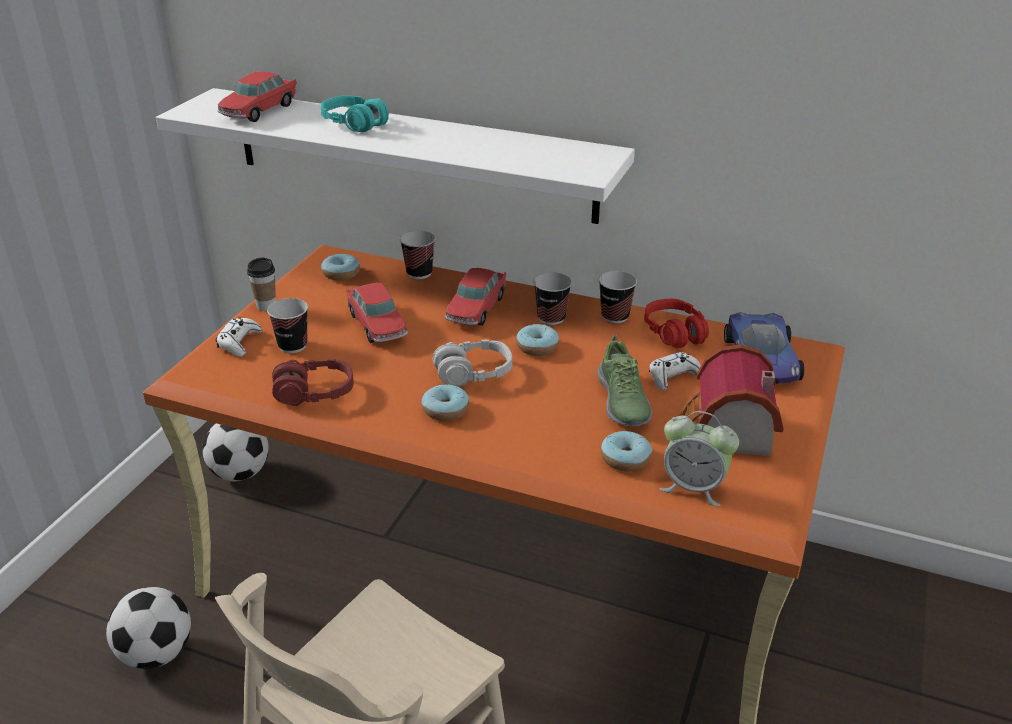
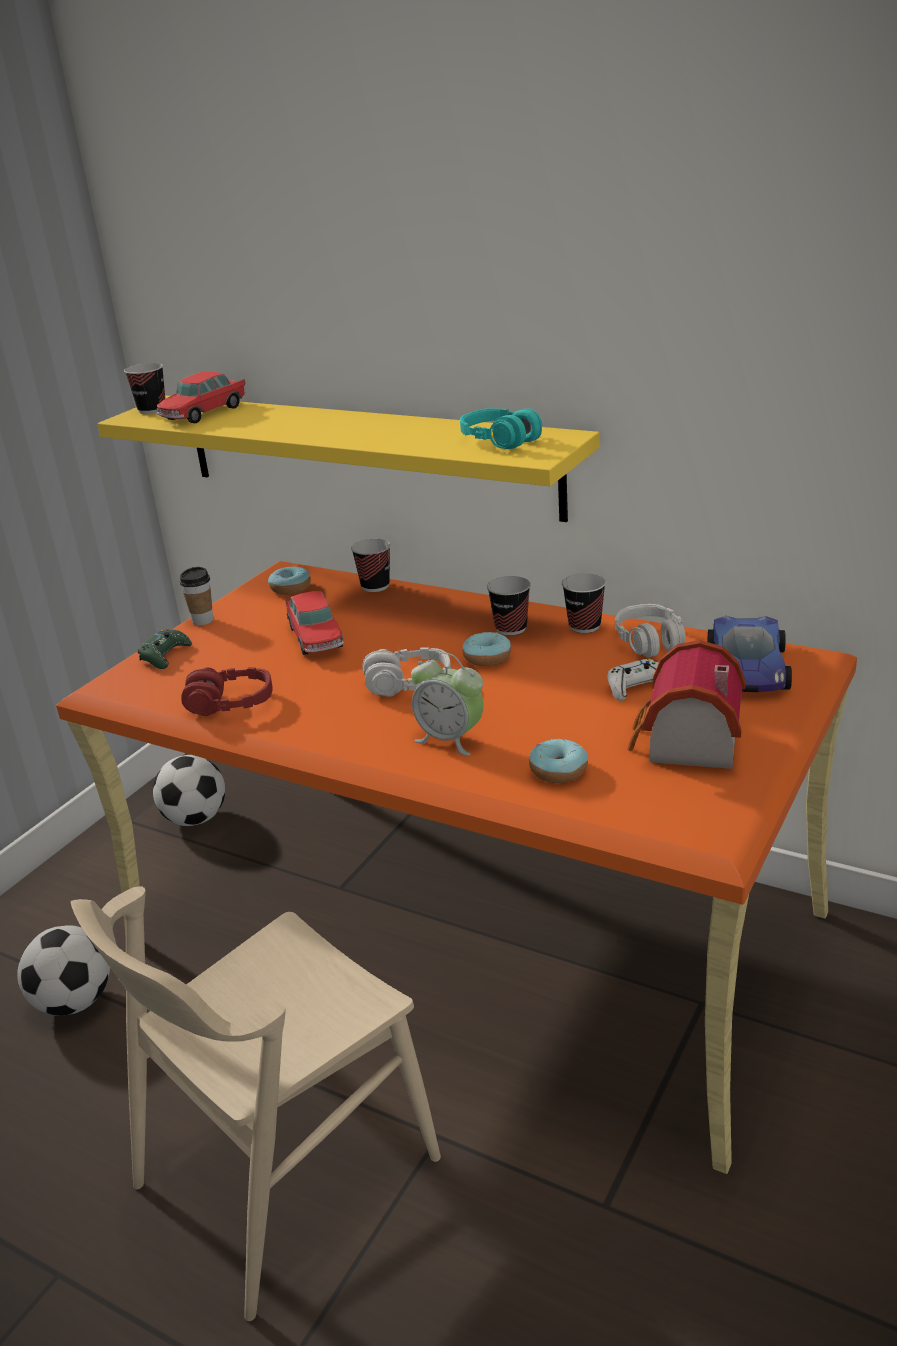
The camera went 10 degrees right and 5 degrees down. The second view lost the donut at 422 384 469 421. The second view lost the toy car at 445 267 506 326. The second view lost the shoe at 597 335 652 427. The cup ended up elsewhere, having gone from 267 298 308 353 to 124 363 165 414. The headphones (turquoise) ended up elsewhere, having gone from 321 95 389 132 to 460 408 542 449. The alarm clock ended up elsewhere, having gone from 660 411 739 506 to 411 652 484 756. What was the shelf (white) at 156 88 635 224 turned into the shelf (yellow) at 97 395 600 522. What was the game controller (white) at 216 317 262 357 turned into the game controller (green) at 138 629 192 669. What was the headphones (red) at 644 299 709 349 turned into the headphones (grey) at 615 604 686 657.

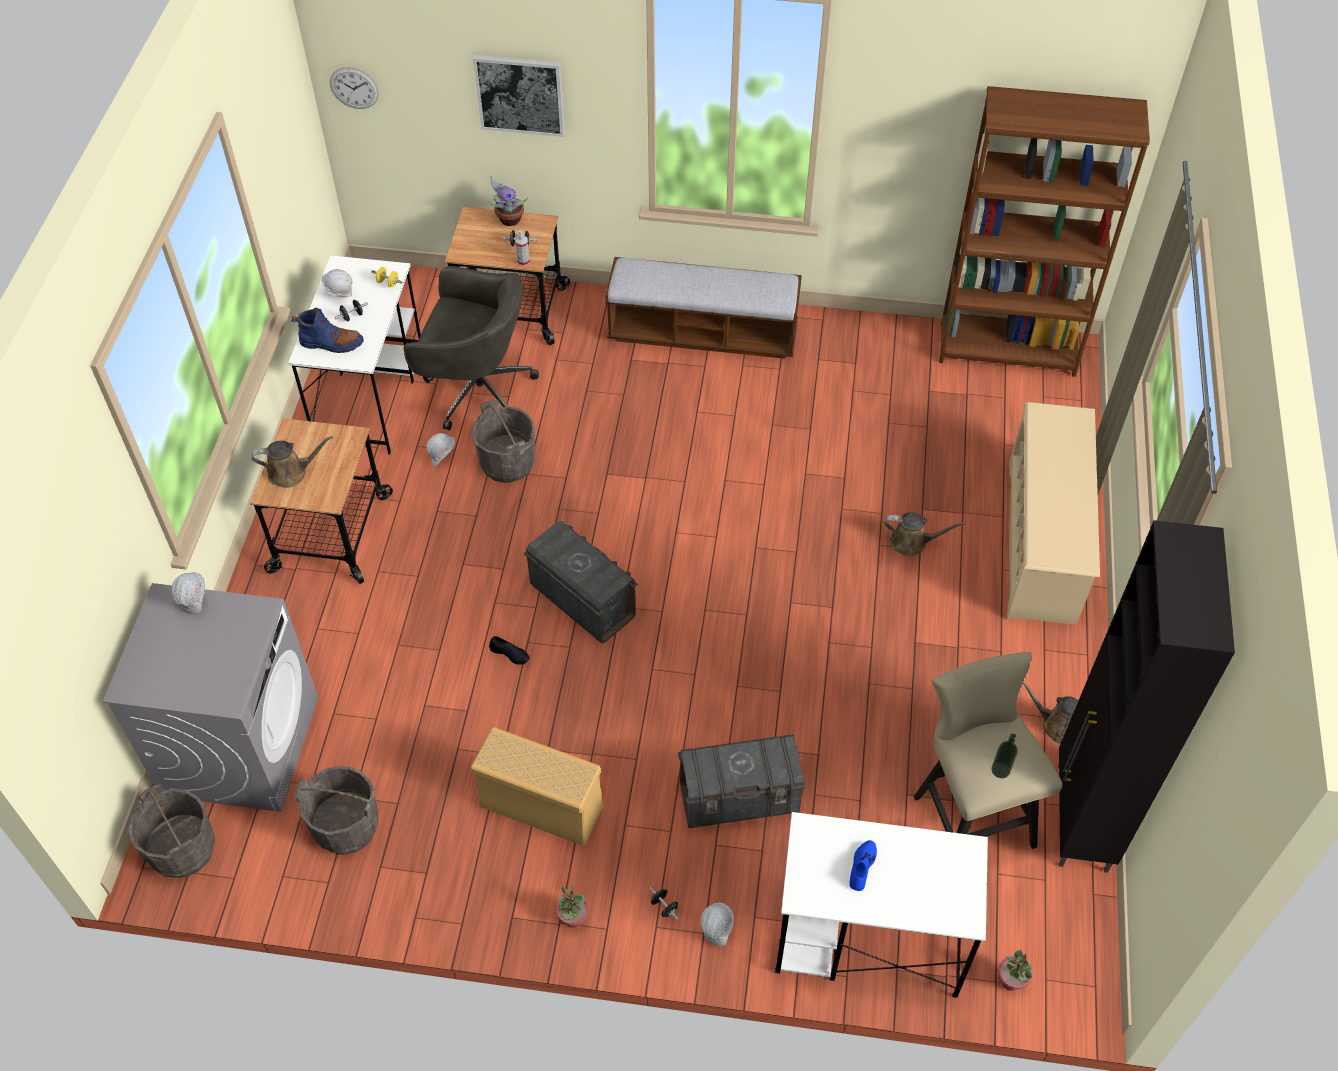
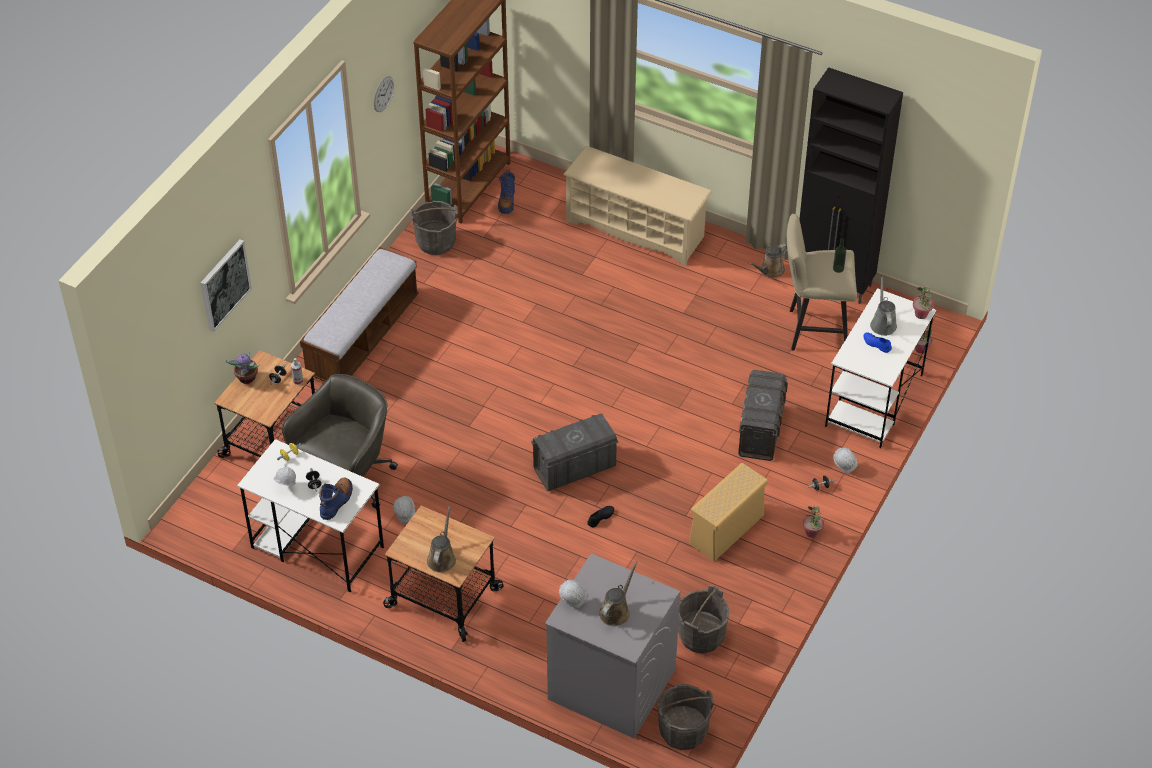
The camera went 70 degrees left and 5 degrees down. The second view gained the boot (blue) at 498 169 515 214. The second view gained the watering can (grey) at 870 275 897 336. The second view gained the potted plant at 913 287 933 319. The wall clock ended up elsewhere, having gone from 330 67 379 109 to 374 76 394 112. The bucket (grey) ended up elsewhere, having gone from 471 399 536 483 to 411 201 457 255. The watering can (brown) ended up elsewhere, having gone from 884 512 965 557 to 599 561 638 626.

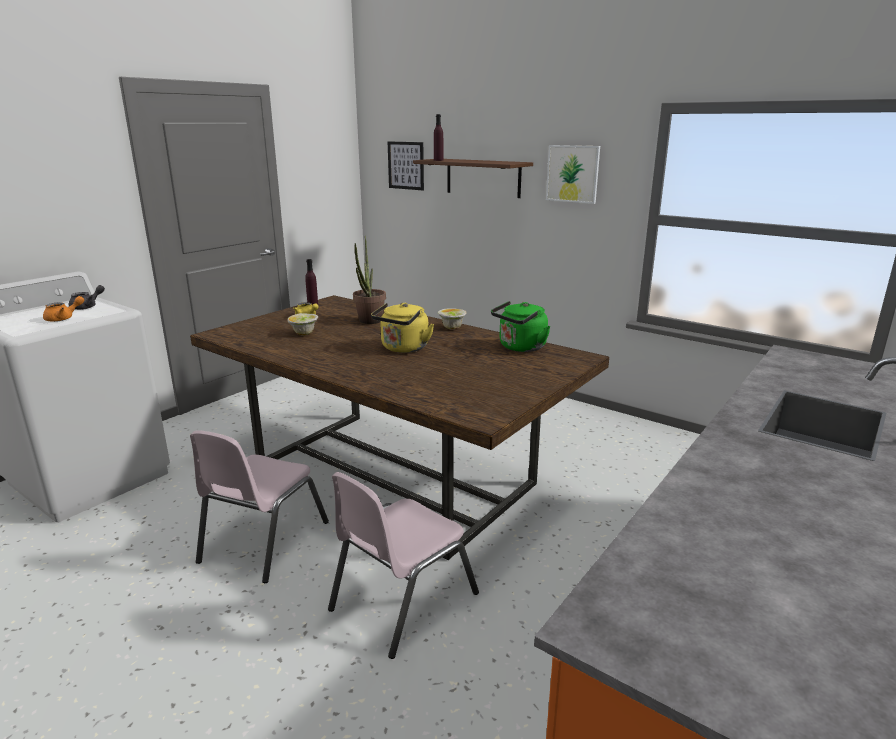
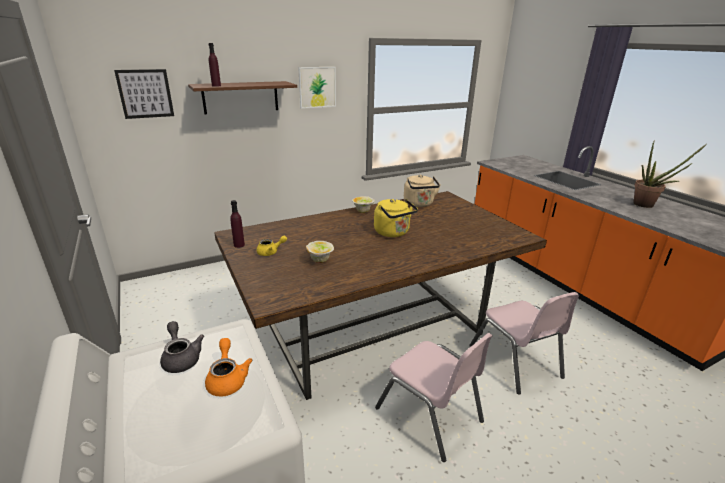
The camera went 65 degrees left and 5 degrees up. The potted plant ended up elsewhere, having gone from 353 236 386 324 to 633 140 706 208. What was the kettle (green) at 491 301 551 352 turned into the kettle (beige) at 404 175 441 207.

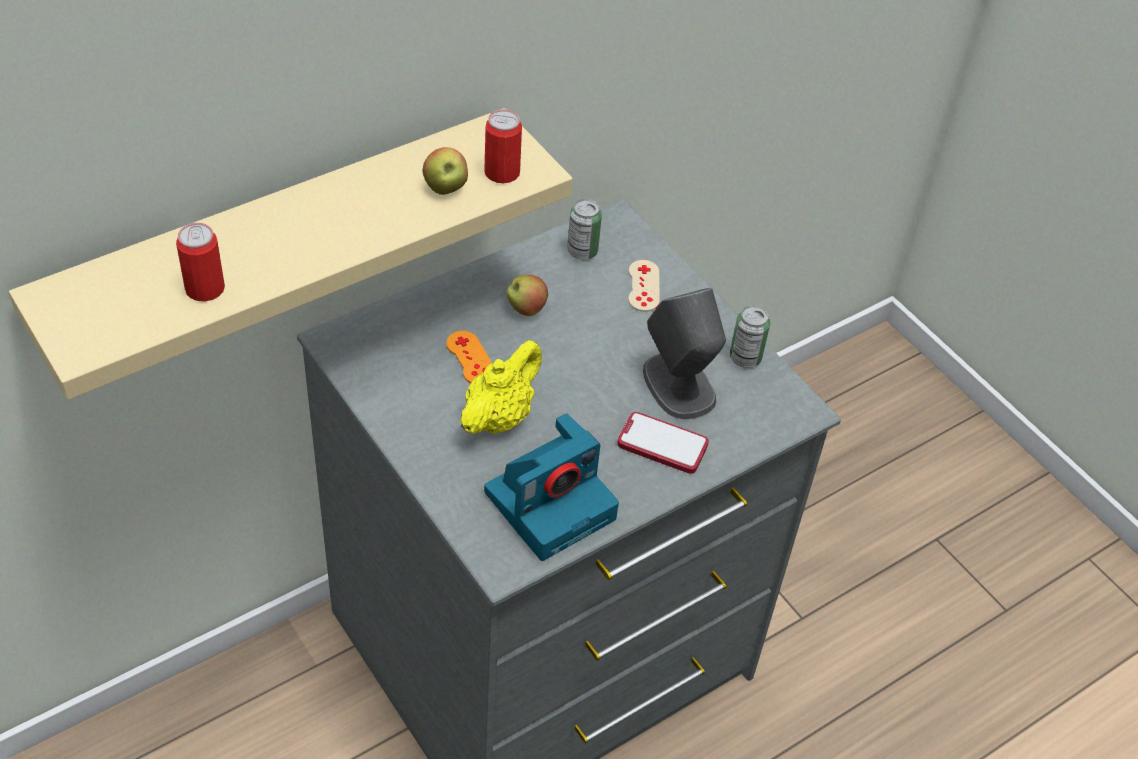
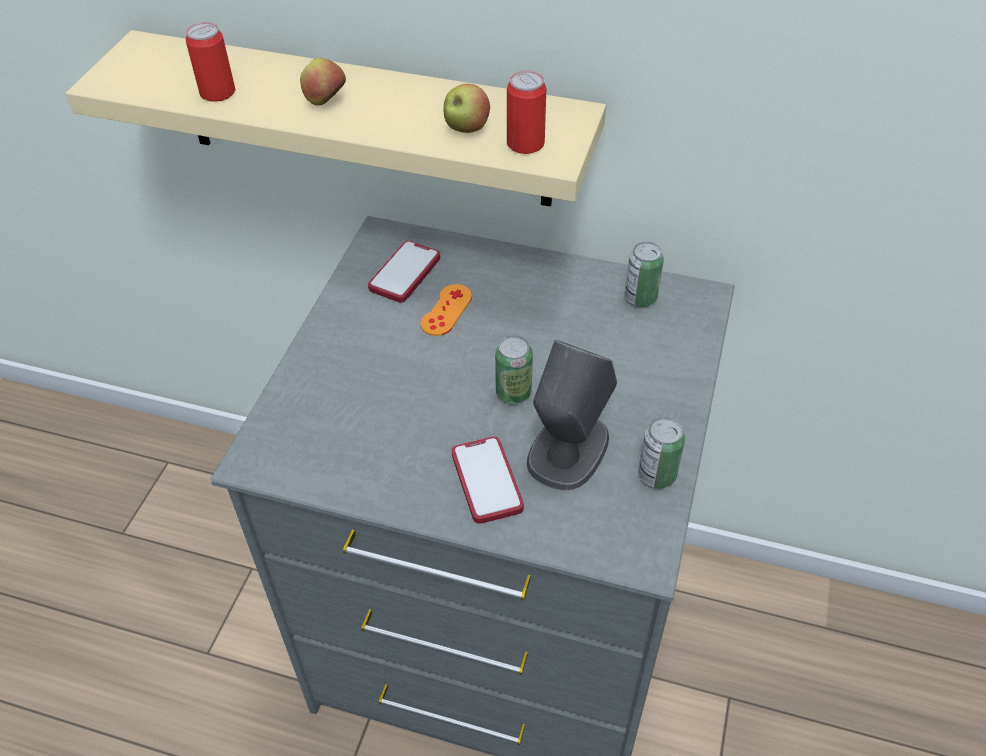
The camera went 55 degrees right and 0 degrees up. The second view lost the teapot (yellow) at 461 340 542 434. The second view lost the photo camera at 484 413 619 561. The second view lost the game controller (beige) at 628 260 660 312. The second view gained the phone at 368 241 440 303. The second view gained the can at 495 335 533 404. The apple ended up elsewhere, having gone from 506 275 548 316 to 300 58 346 106.

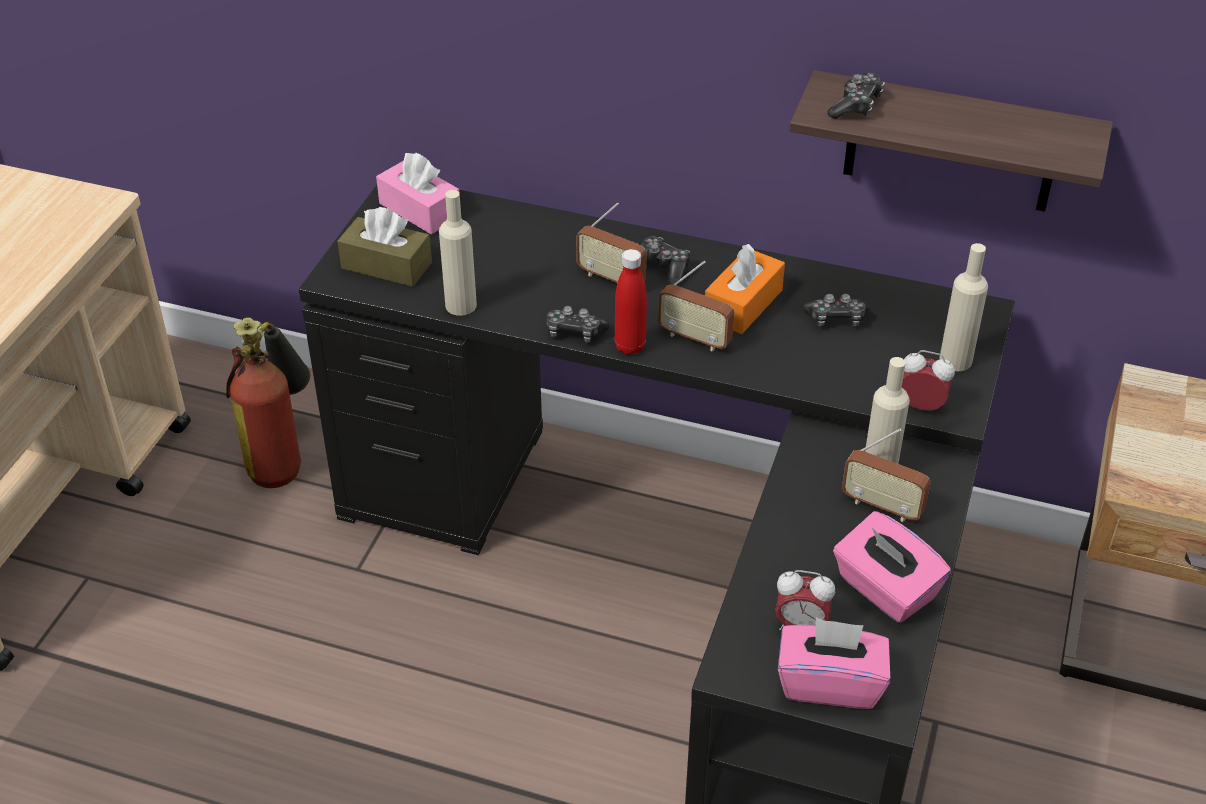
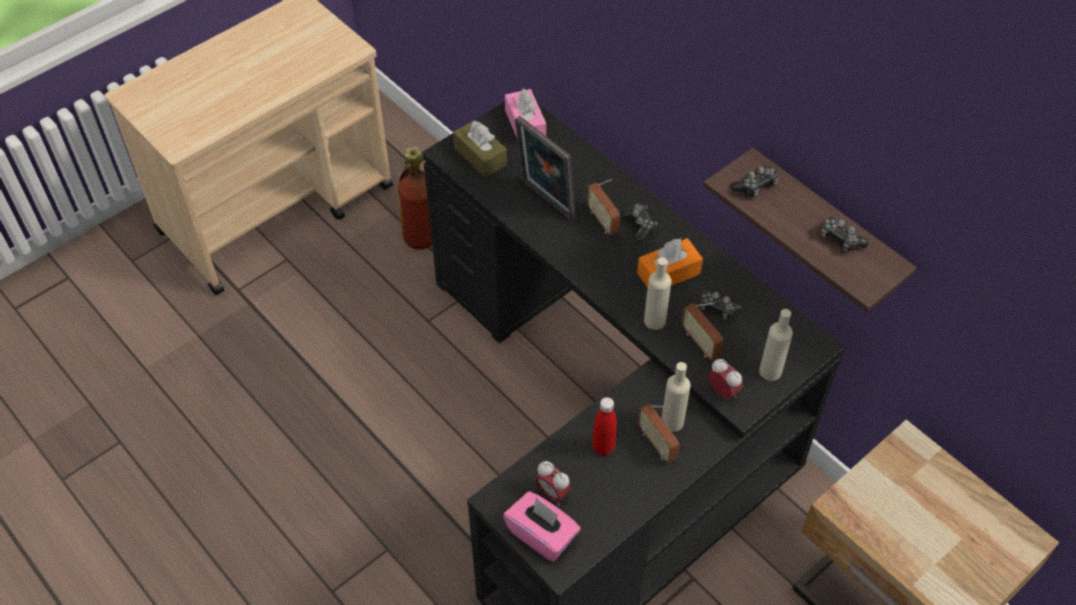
The camera went 30 degrees right and 10 degrees up. The second view lost the tissue box (pink) at 833 511 951 623. The second view gained the picture frame at 515 116 575 220. The bottle (beige) ended up elsewhere, having gone from 439 190 477 316 to 644 257 671 330. The game controller ended up elsewhere, having gone from 546 306 610 343 to 821 217 869 252. The bottle (red) ended up elsewhere, having gone from 615 249 647 355 to 592 397 617 456. The radio ended up elsewhere, having gone from 658 261 734 351 to 682 303 723 360.

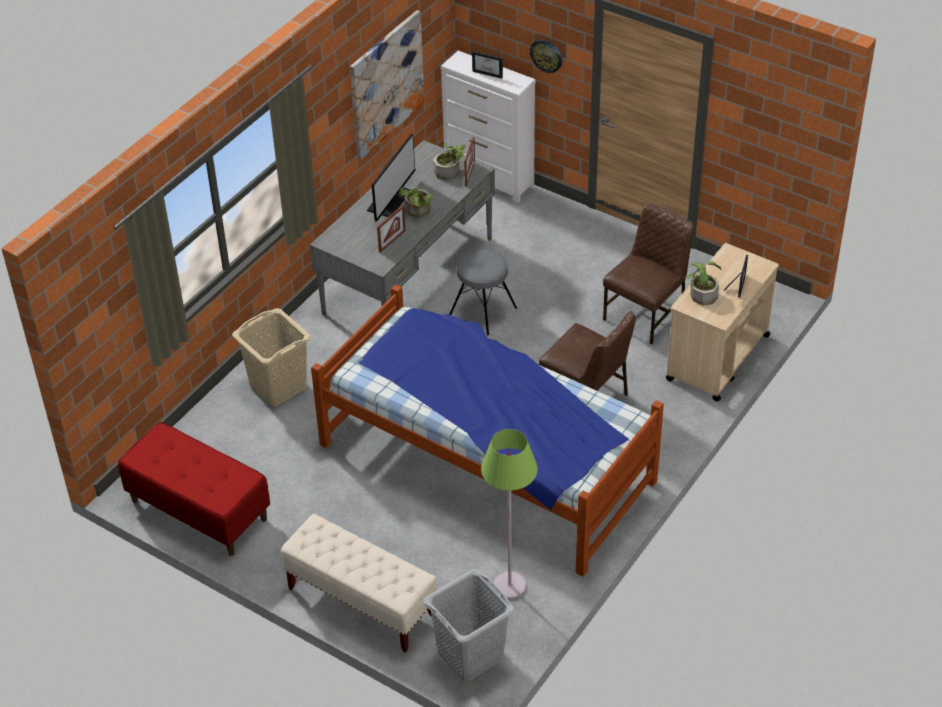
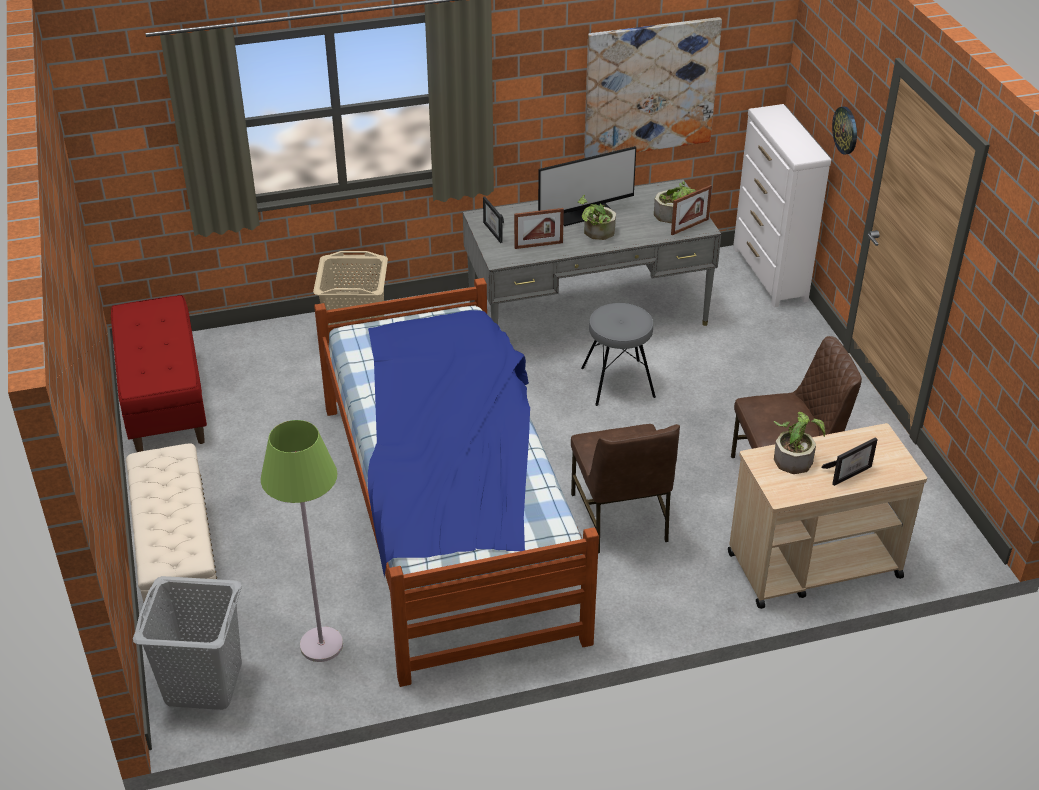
The camera went 40 degrees right and 5 degrees down. The picture frame ended up elsewhere, having gone from 472 51 503 79 to 483 197 504 243.

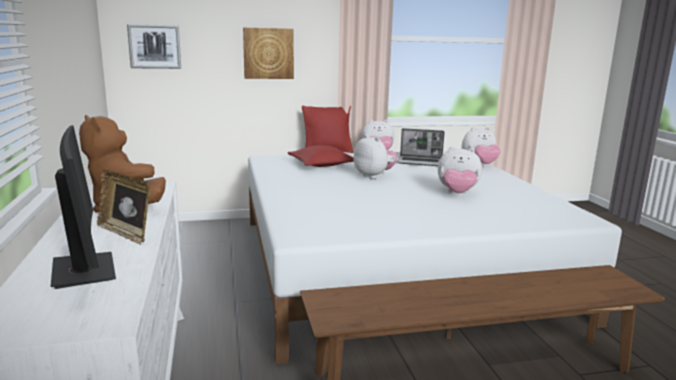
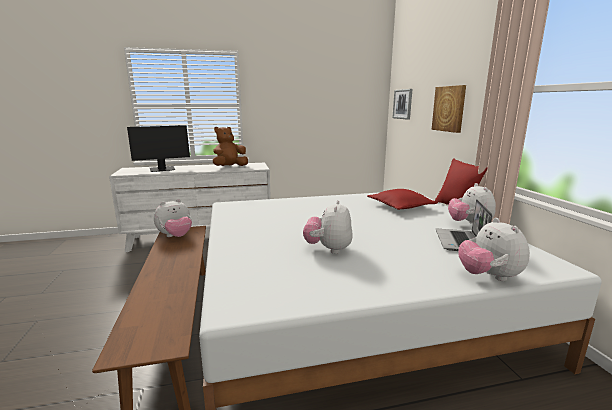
The camera went 90 degrees right and 0 degrees up. The second view lost the picture frame at 97 170 150 245. The plush toy ended up elsewhere, having gone from 354 134 397 179 to 154 199 192 237.

